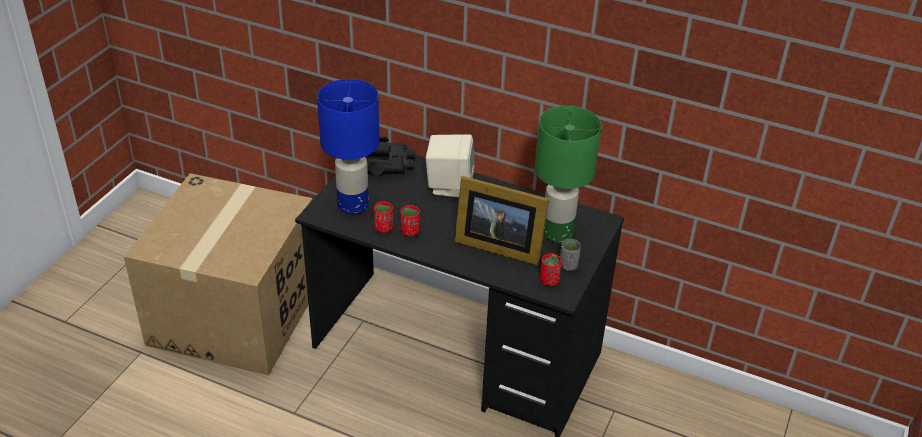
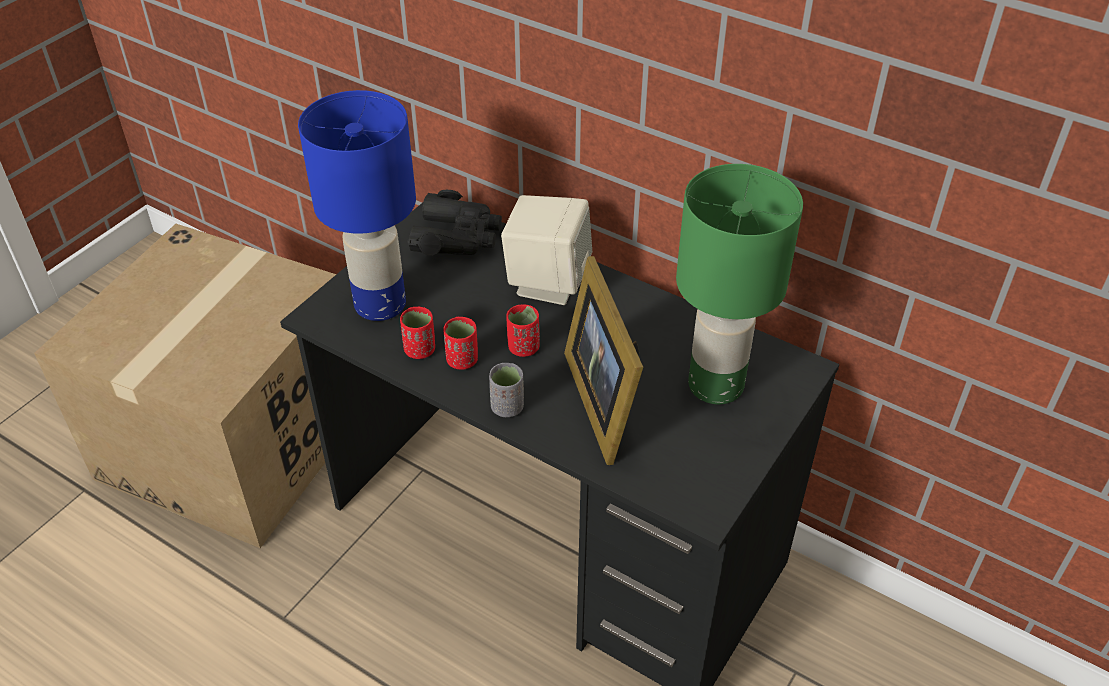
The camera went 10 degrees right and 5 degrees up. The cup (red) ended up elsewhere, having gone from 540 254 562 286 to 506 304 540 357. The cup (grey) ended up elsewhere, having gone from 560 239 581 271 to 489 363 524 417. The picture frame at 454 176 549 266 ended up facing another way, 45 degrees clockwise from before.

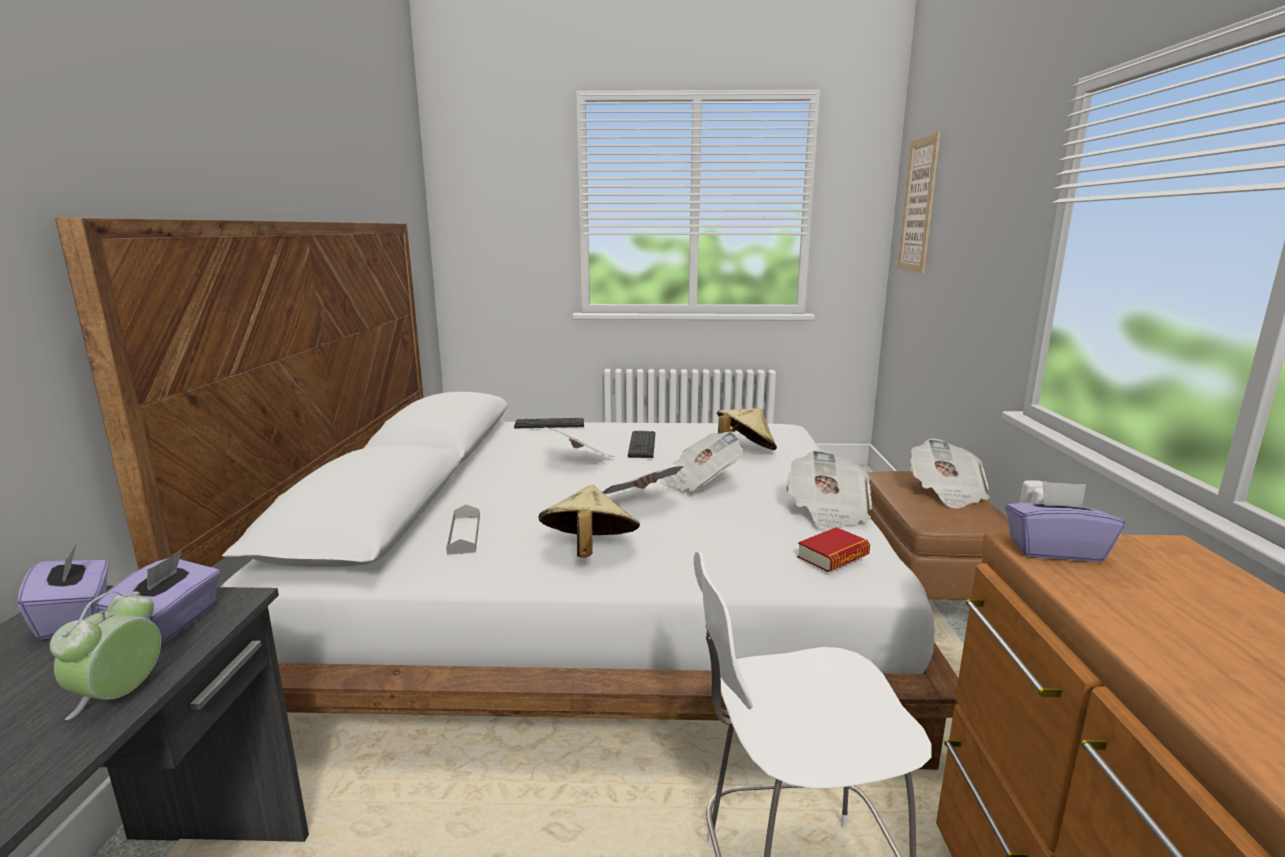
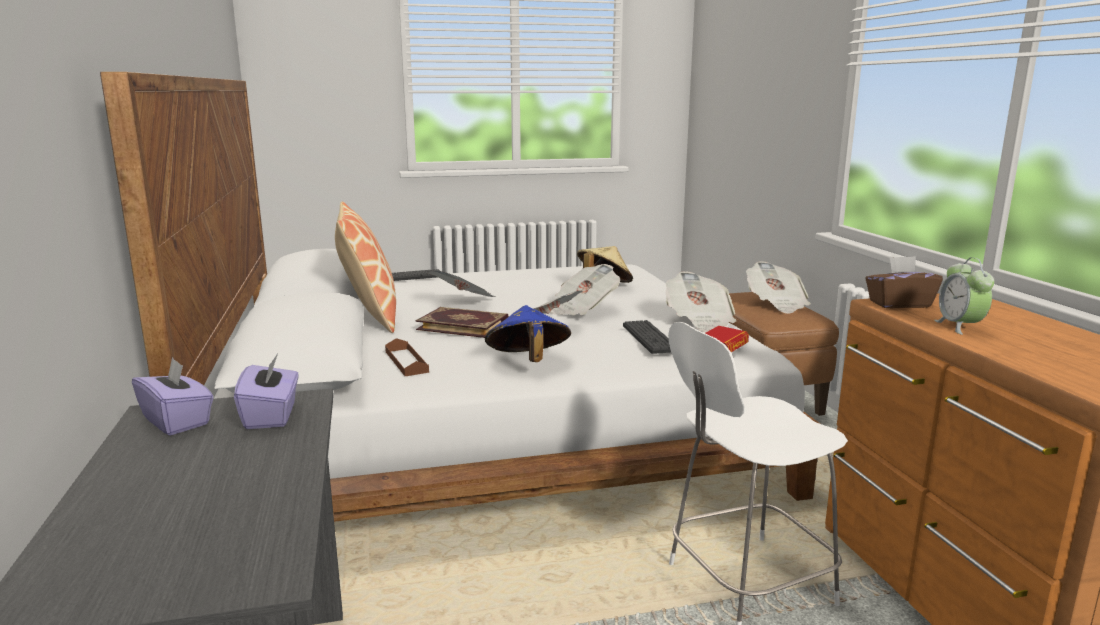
The camera went 15 degrees left and 0 degrees up. The second view lost the picture at 897 132 941 273. The second view gained the pillow at 335 202 396 333. The second view gained the book at 416 307 509 338. The alarm clock ended up elsewhere, having gone from 50 591 161 720 to 934 257 994 335. The keyboard ended up elsewhere, having gone from 628 431 655 458 to 623 320 671 354. What was the tray (grey) at 446 505 480 555 turned into the tray (brown) at 385 338 429 376. What was the hat (beige) at 538 485 640 558 turned into the hat (blue) at 485 305 571 362. What was the tissue box (purple) at 1005 481 1125 562 turned into the tissue box (brown) at 865 256 943 308.

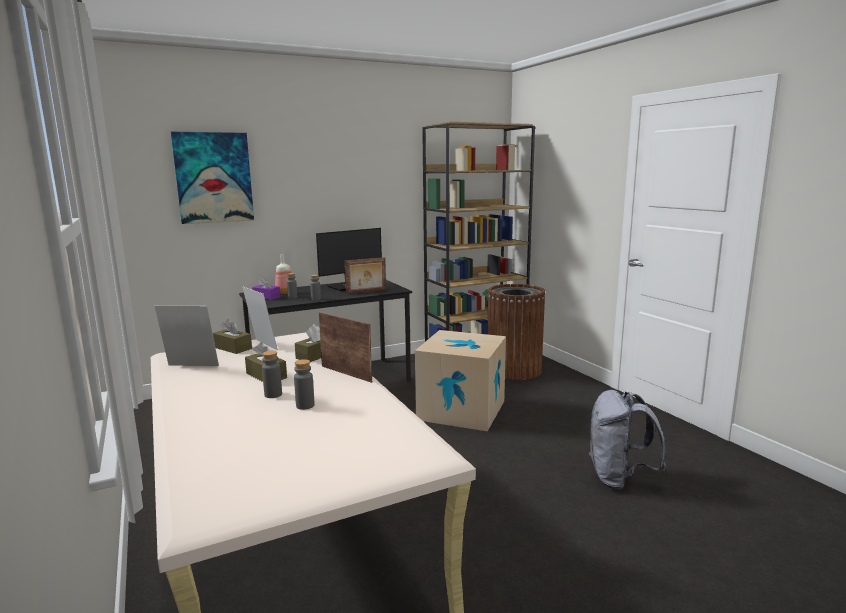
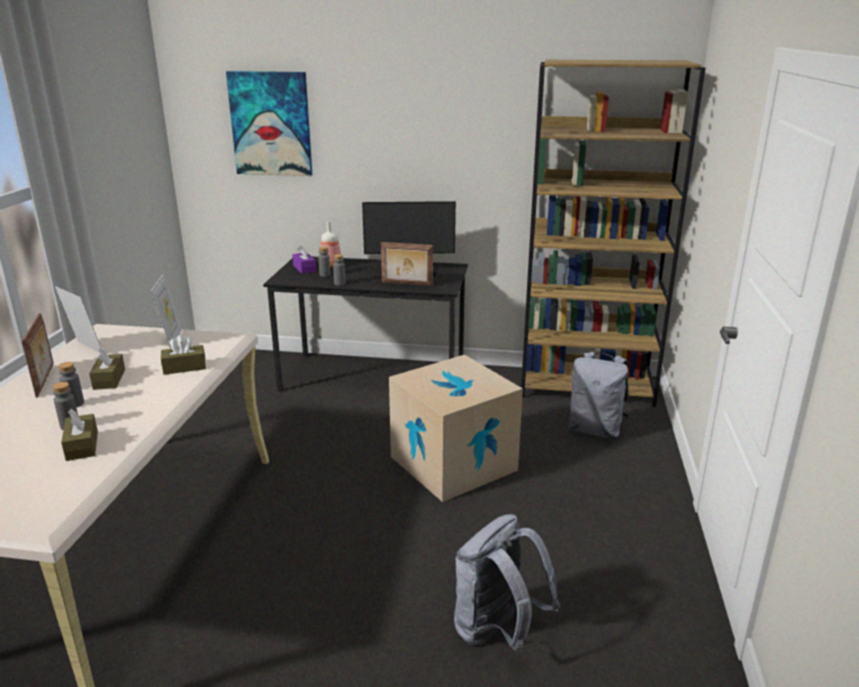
The camera went 35 degrees right and 10 degrees up. The tissue box (brown) ended up elsewhere, having gone from 213 319 252 354 to 61 409 98 461. The picture frame ended up elsewhere, having gone from 319 312 372 383 to 22 313 53 398. Where the trash can (brown) stood at 487 284 545 380, the backpack (grey) came to stand at 568 352 629 438.

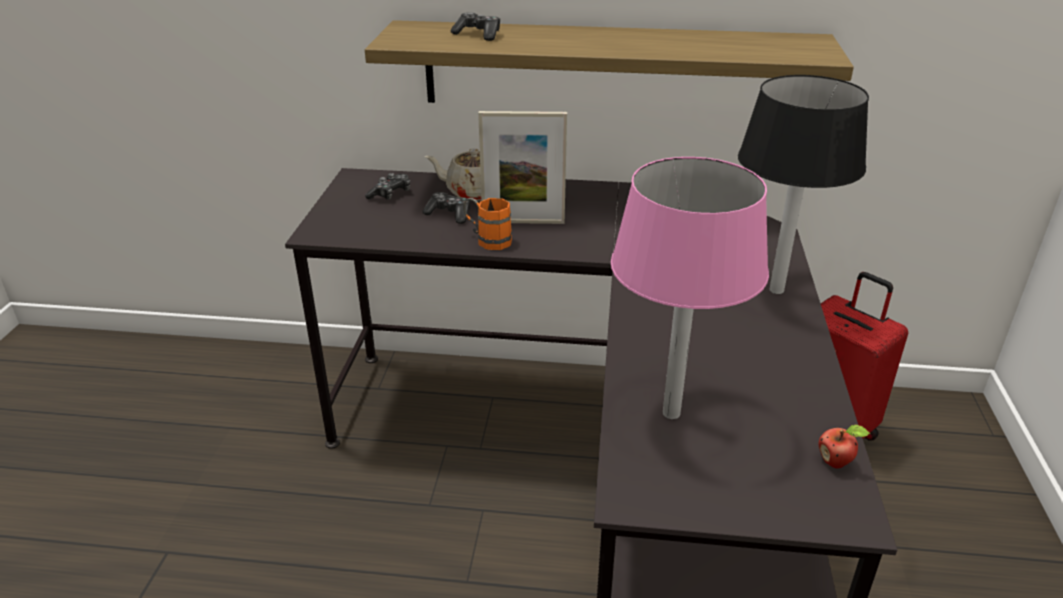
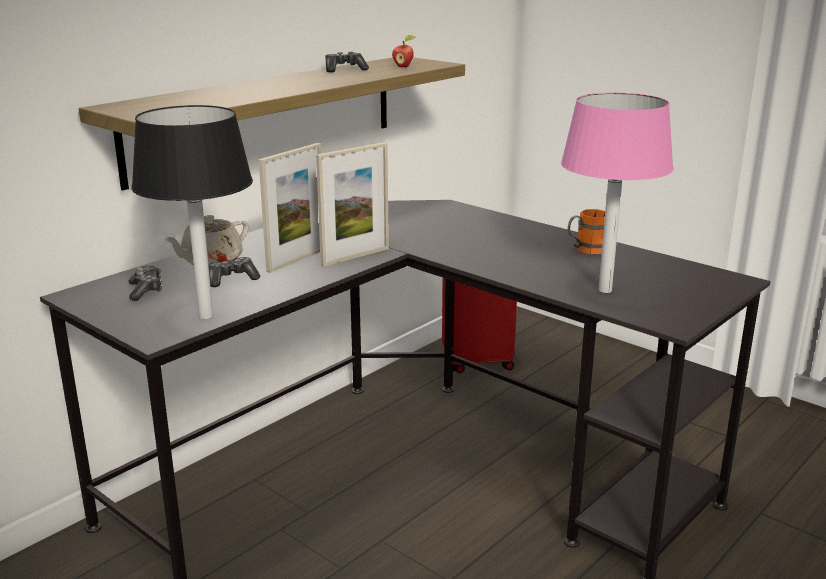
The camera went 55 degrees left and 10 degrees down. The second view gained the picture frame at 316 142 389 267. The game controller ended up elsewhere, having gone from 451 12 500 41 to 325 51 369 73. The mug (orange) ended up elsewhere, having gone from 463 198 512 250 to 568 209 605 254. The table lamp (black) ended up elsewhere, having gone from 738 75 869 294 to 131 105 253 319. The apple ended up elsewhere, having gone from 819 425 870 469 to 392 35 415 67.

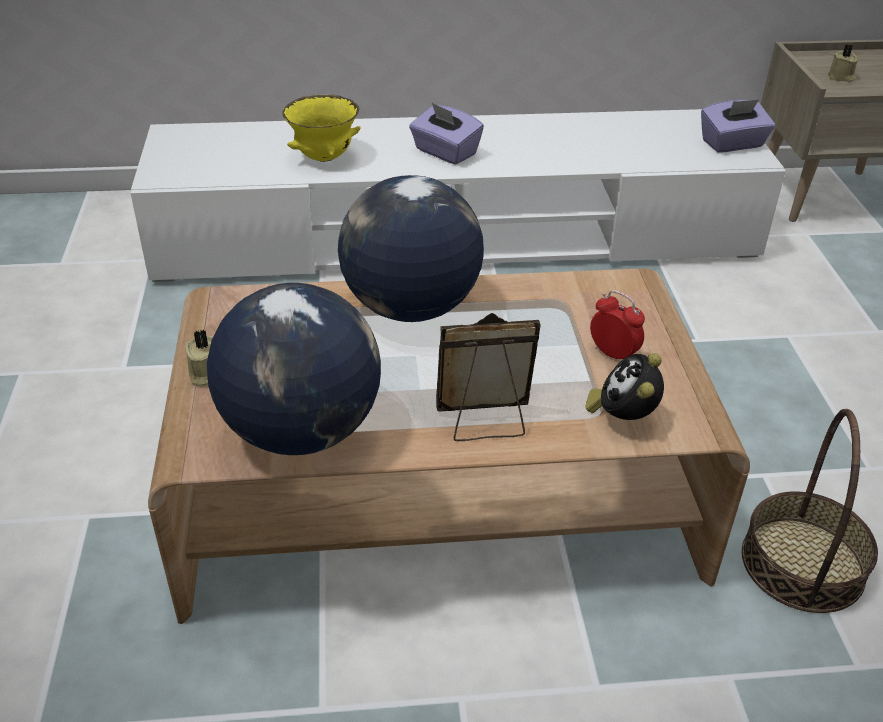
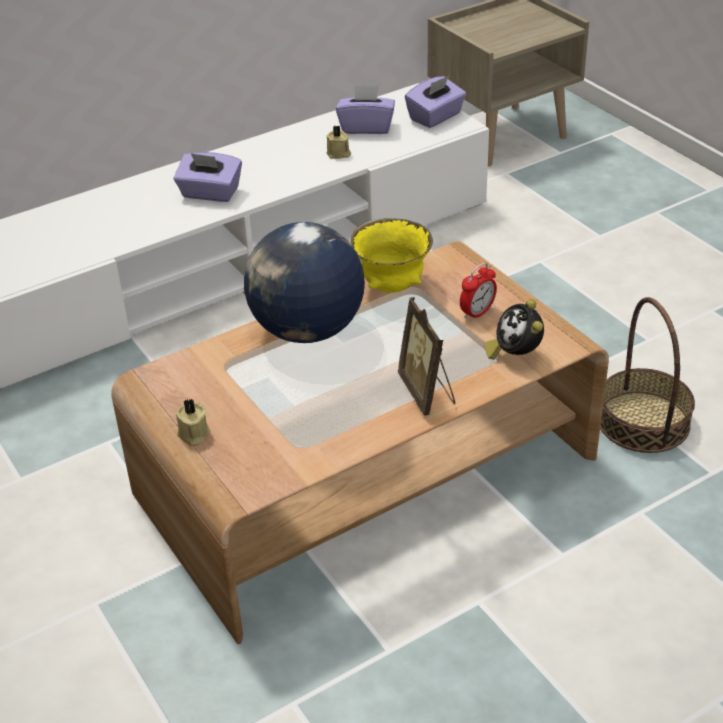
The camera went 25 degrees left and 0 degrees up. The second view lost the globe at 207 283 381 455. The second view gained the tissue box (purple) at 336 84 395 134. The bowl (yellow) ended up elsewhere, having gone from 282 94 361 162 to 351 218 433 293. The candle (beige) ended up elsewhere, having gone from 828 44 858 82 to 326 125 351 159. The picture frame at 436 313 541 441 ended up facing another way, 75 degrees counterclockwise from before. The alarm clock at 590 290 645 359 ended up facing another way, 120 degrees clockwise from before.

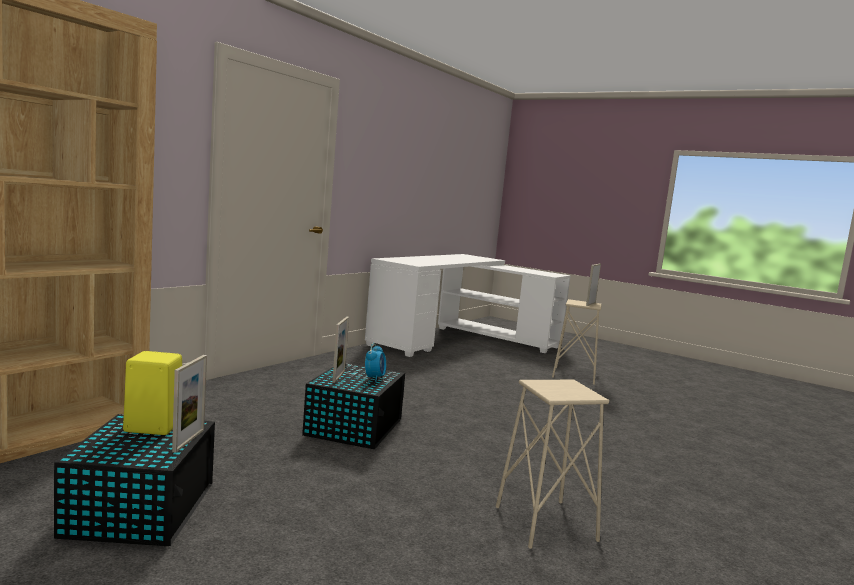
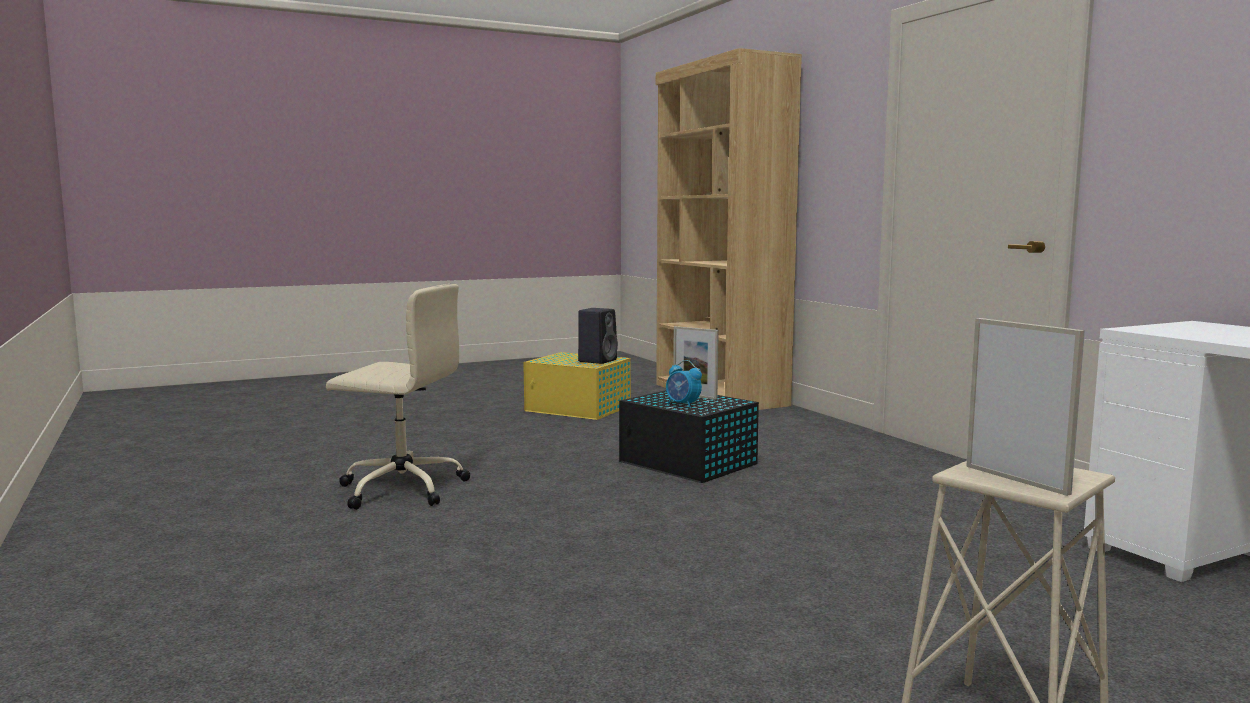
The camera went 120 degrees right and 0 degrees up. The second view lost the picture frame at 172 355 207 453. Where the stool (beige) stood at 496 380 609 549, the office chair (beige) came to stand at 326 284 470 510. What was the storage box (black) at 54 414 215 546 turned into the storage box (yellow) at 523 352 631 420. What was the speaker (yellow) at 123 351 182 435 turned into the speaker (black) at 578 308 618 364.

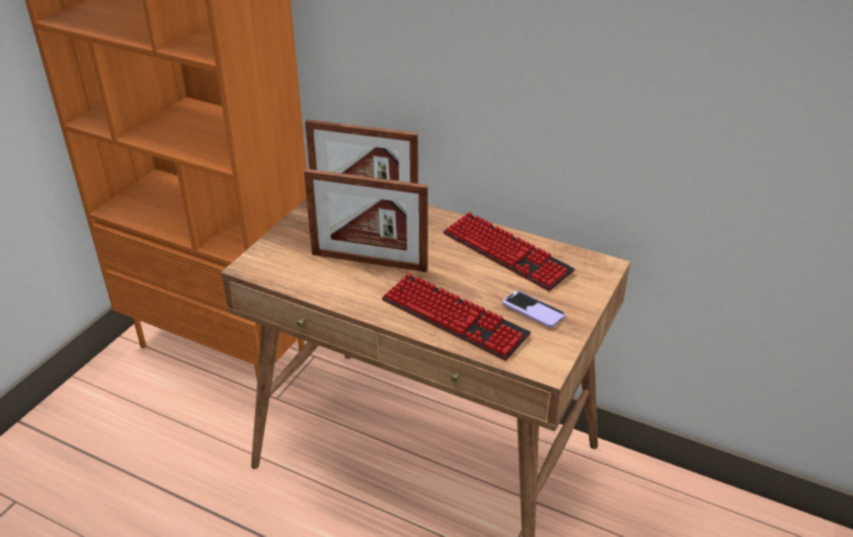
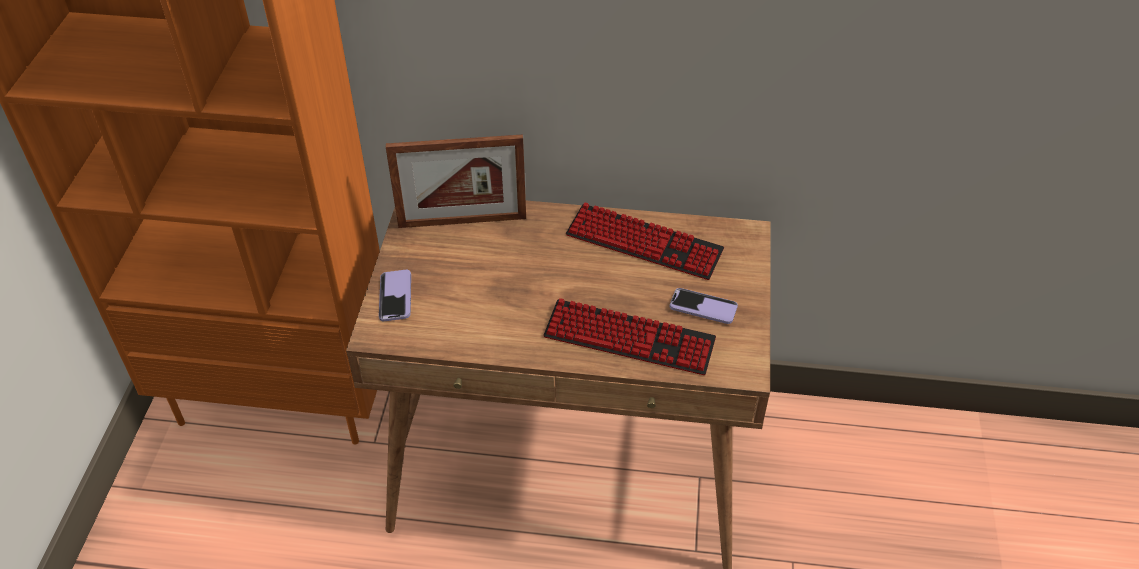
The camera went 20 degrees left and 10 degrees up. The second view lost the picture frame at 304 169 428 272. The second view gained the phone at 379 270 411 321.

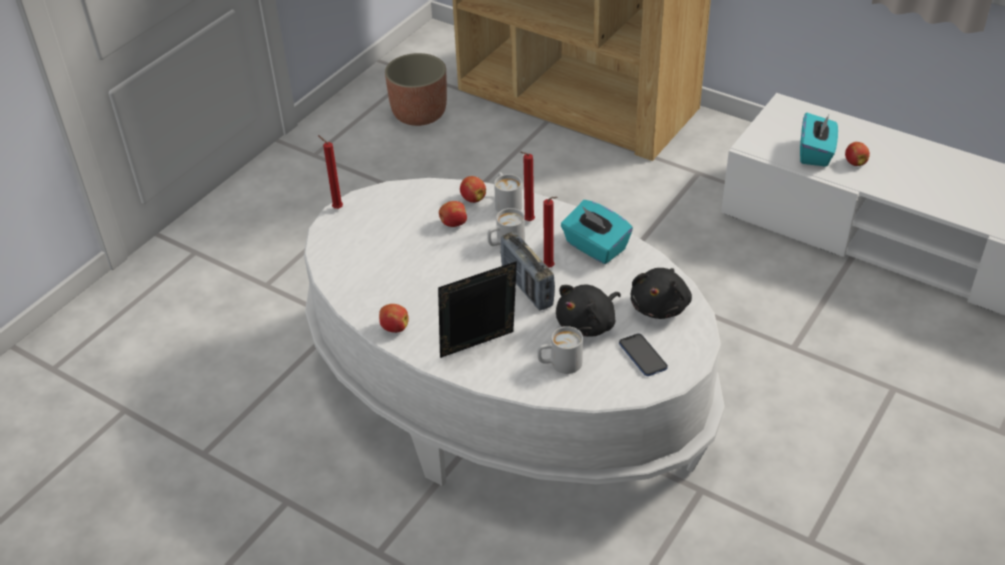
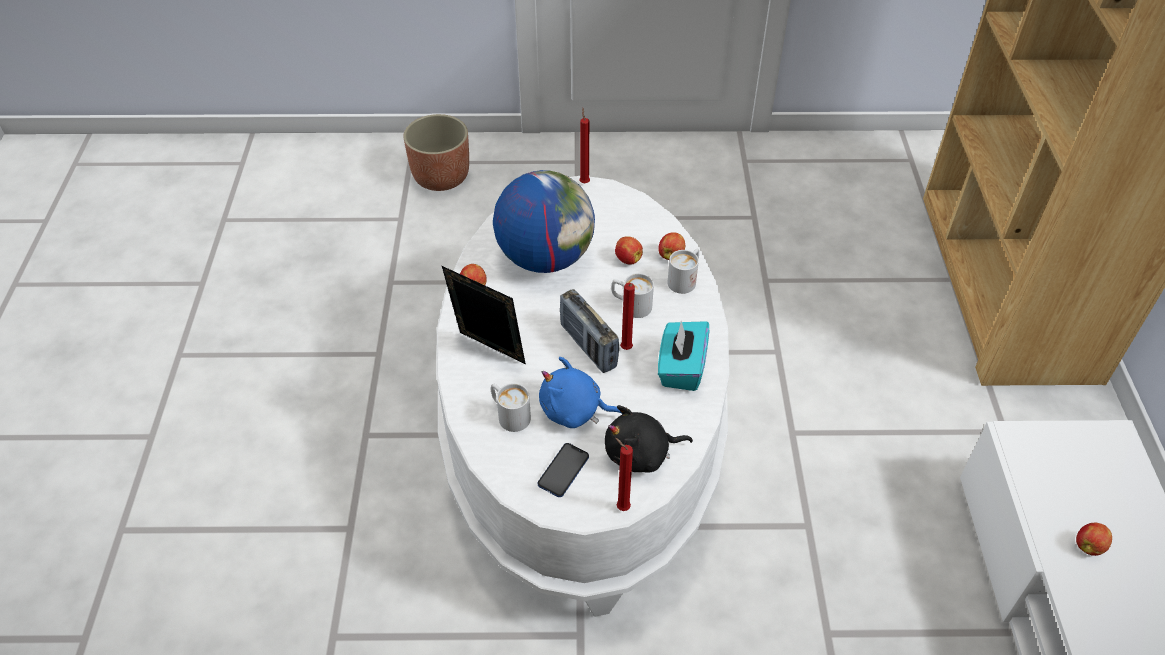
The camera went 55 degrees right and 5 degrees up. The second view lost the tissue box (turquoise) at 800 113 838 167. The second view gained the globe at 493 170 595 273. The planter ended up elsewhere, having gone from 385 53 447 126 to 403 114 469 191. The candle (red) ended up elsewhere, having gone from 520 152 535 221 to 615 438 633 511. What was the plush toy (black) at 556 285 621 337 turned into the plush toy (blue) at 539 357 622 428. The radio at 501 232 555 310 ended up facing another way, 60 degrees counterclockwise from before.

